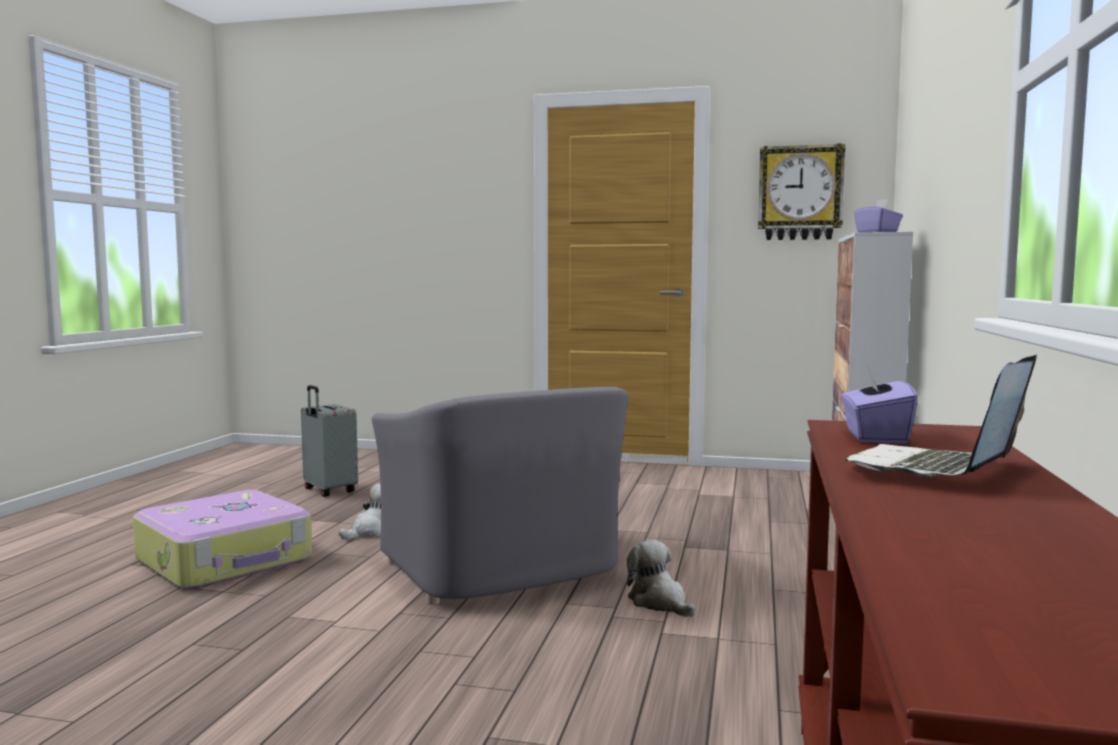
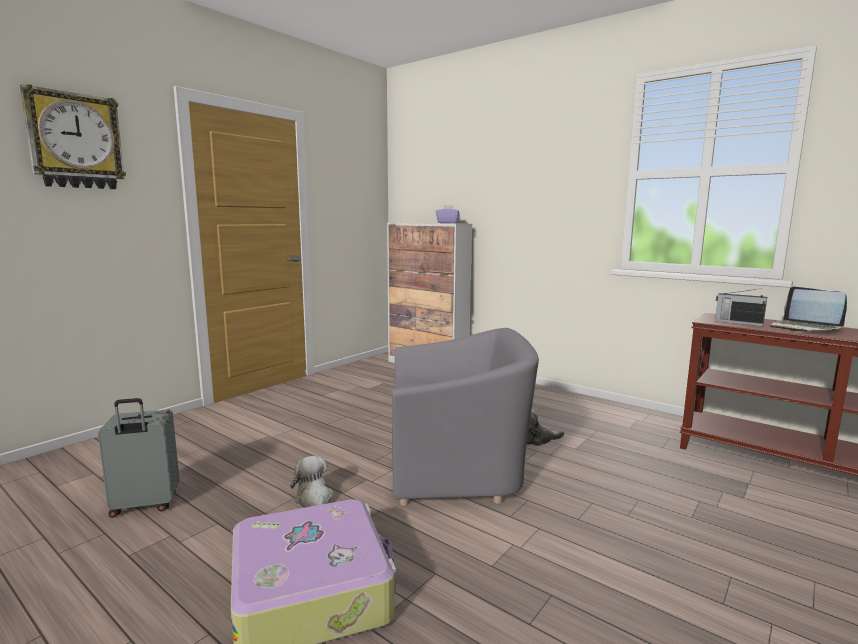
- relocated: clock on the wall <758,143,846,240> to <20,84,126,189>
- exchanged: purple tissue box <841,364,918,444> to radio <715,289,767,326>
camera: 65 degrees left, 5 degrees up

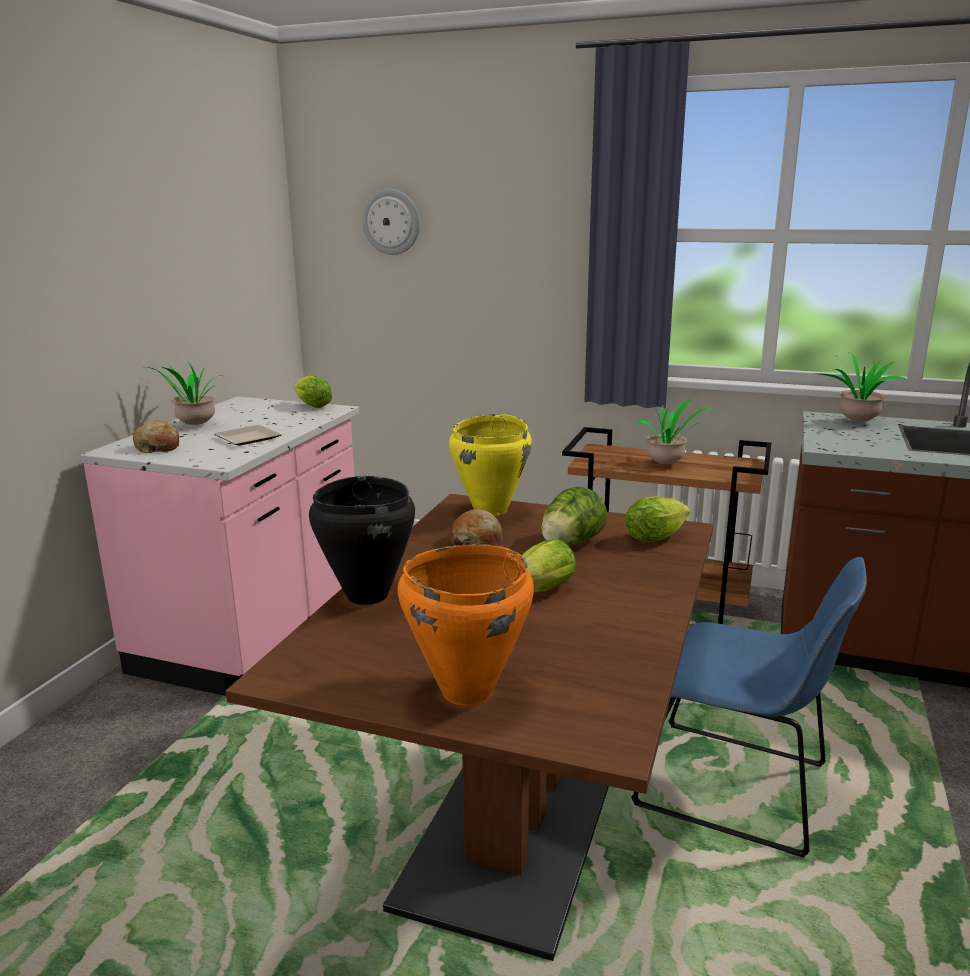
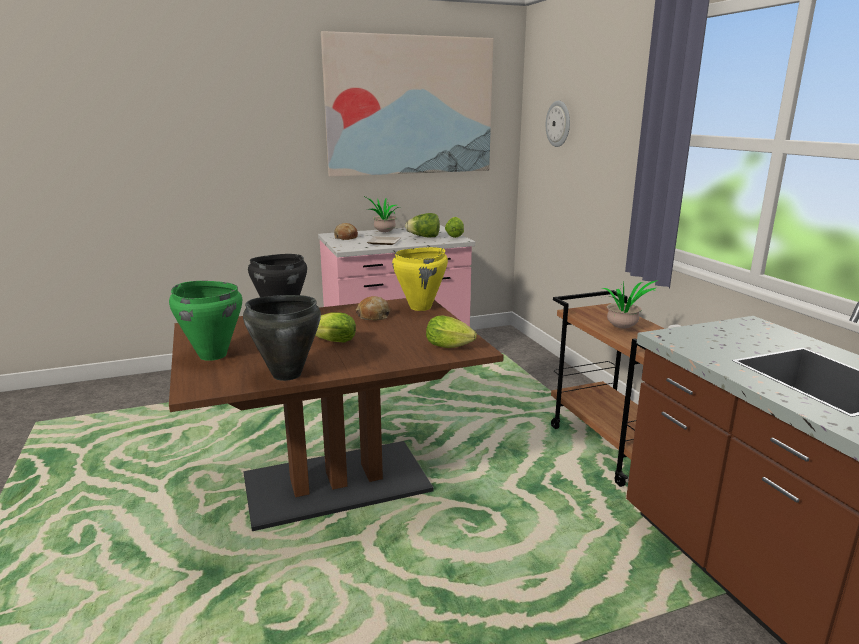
- missing: plant in a pot <821,352,907,422>
- relocated: lettuce <541,487,607,546> to <405,213,440,238>
- colour: orangey cooking pot <397,544,534,706> to green cooking pot <169,281,242,361>
- missing: bluish upright chair <631,557,867,857>
- appeared: picture <321,31,493,177>
- appeared: blackish cooking pot <243,295,321,381>
camera: 50 degrees right, 0 degrees up

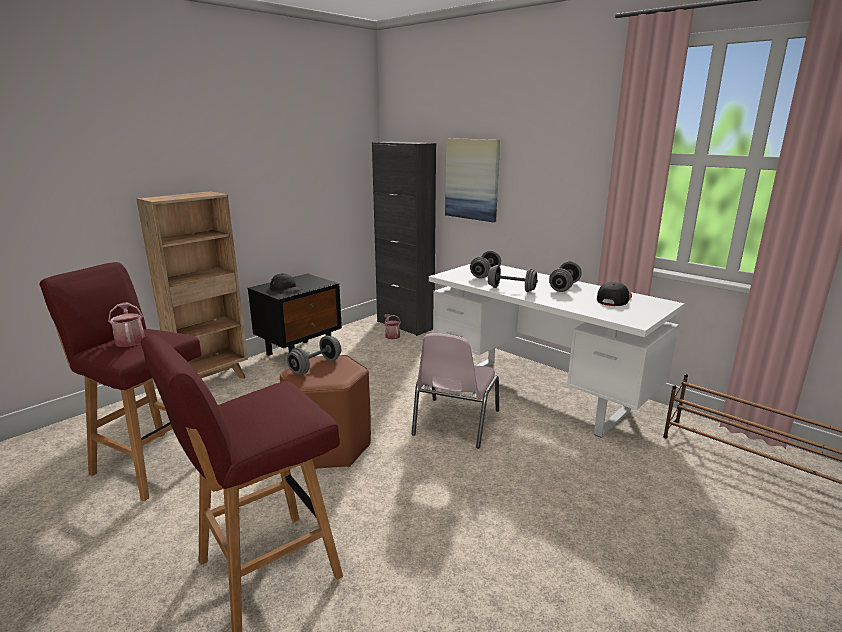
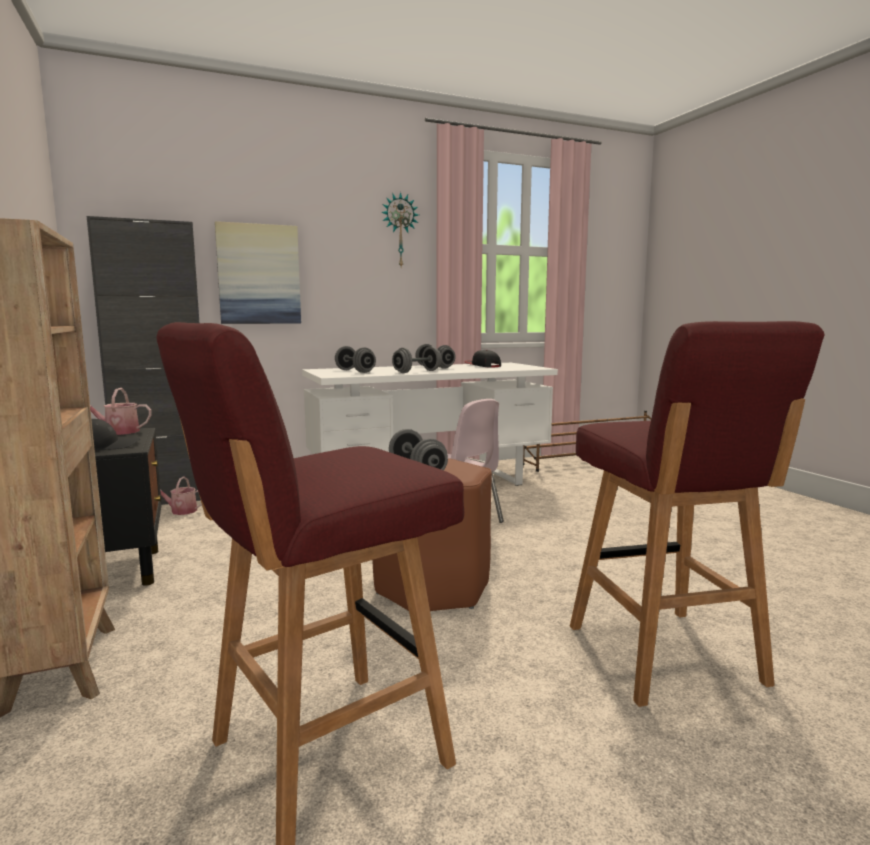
- relocated: watering pot <108,302,145,347> to <90,388,152,435>
- appeared: clock on the wall <381,192,419,267>
camera: 65 degrees left, 10 degrees down

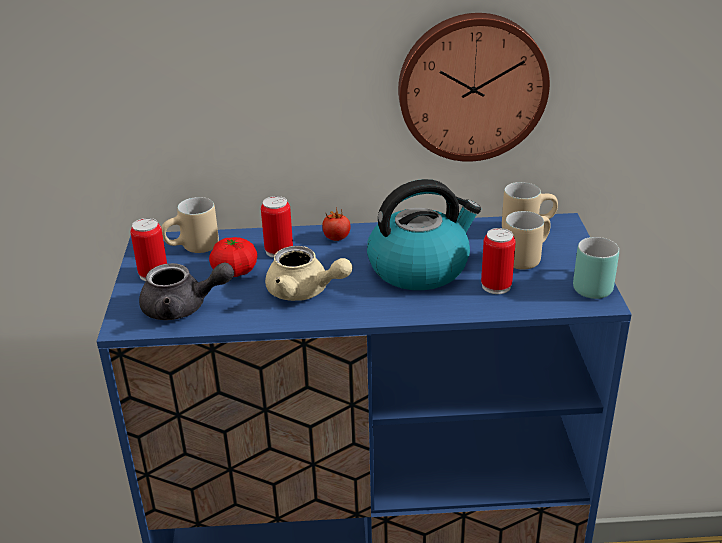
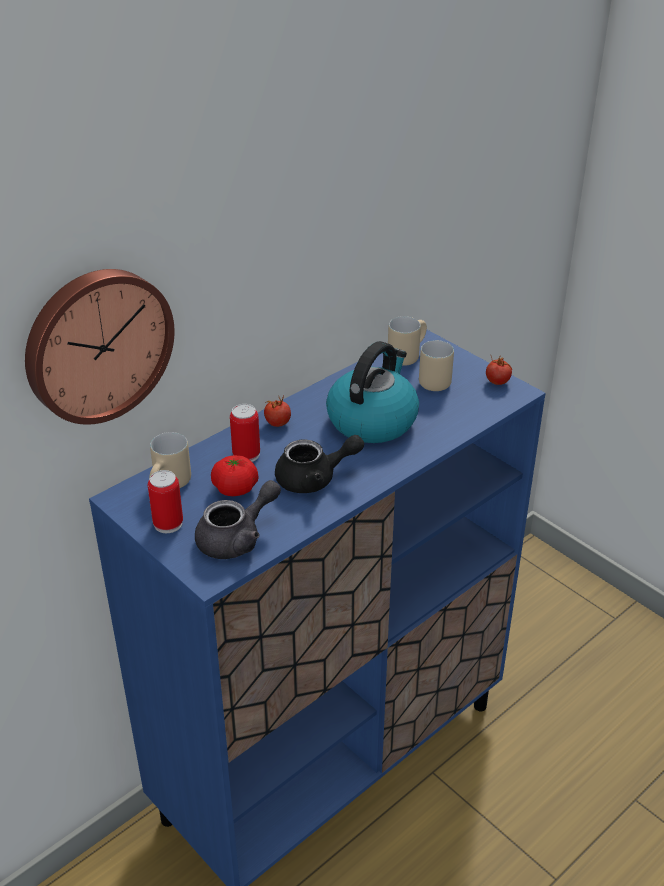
- relocated: clock on the wall <398,13,550,162> to <25,269,175,425>
- missing: metal can <481,228,516,294>
- exchanged: turquoise mug <573,237,619,299> to tomato <486,355,512,385>
- colour: beige pot for tea <265,246,352,301> to blackish pot for tea <275,435,364,493>
camera: 40 degrees left, 5 degrees up

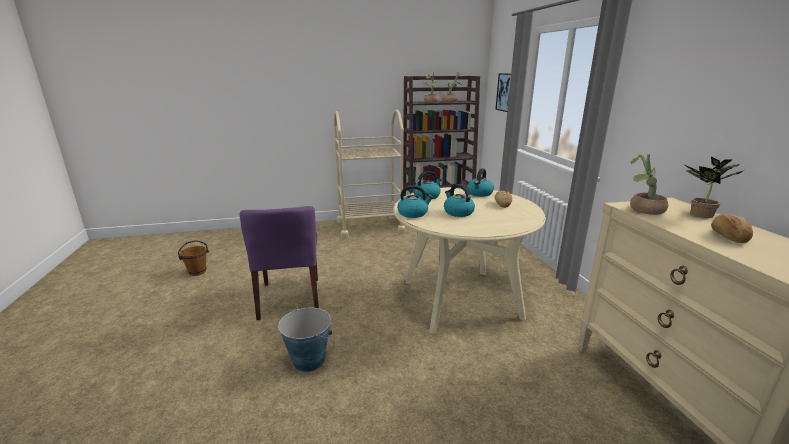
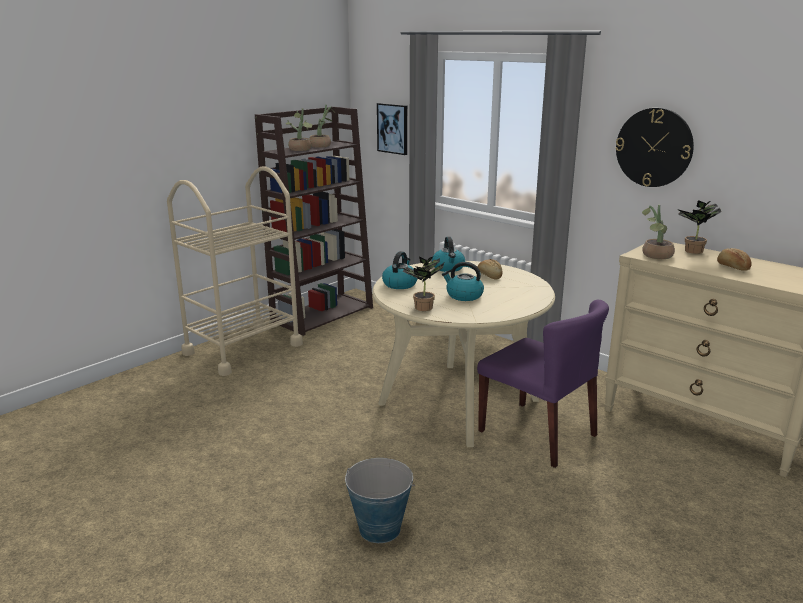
- exchanged: kettle <397,185,433,218> to plant in a pot <402,256,444,311>
- relocated: purple upright chair <239,206,319,320> to <477,300,609,468>
- missing: brown-coloured bucket <178,240,209,276>
- appeared: clock on the wall <615,108,694,187>
camera: 35 degrees left, 0 degrees up

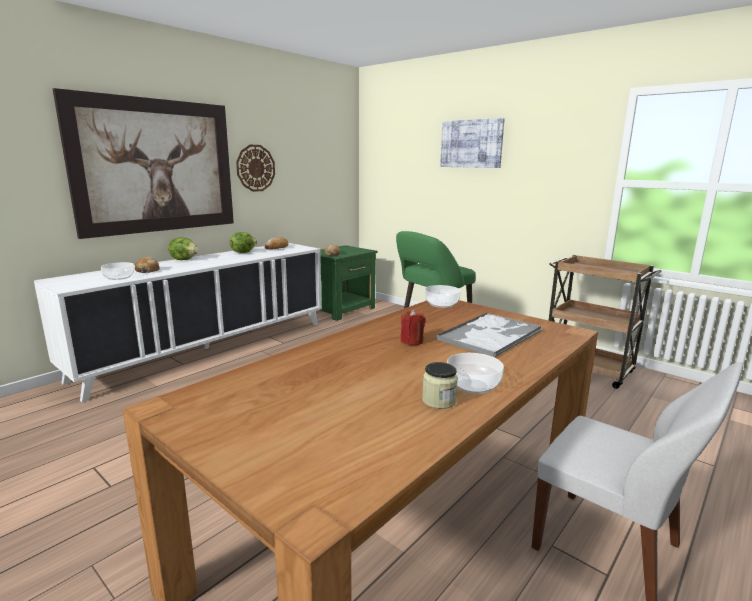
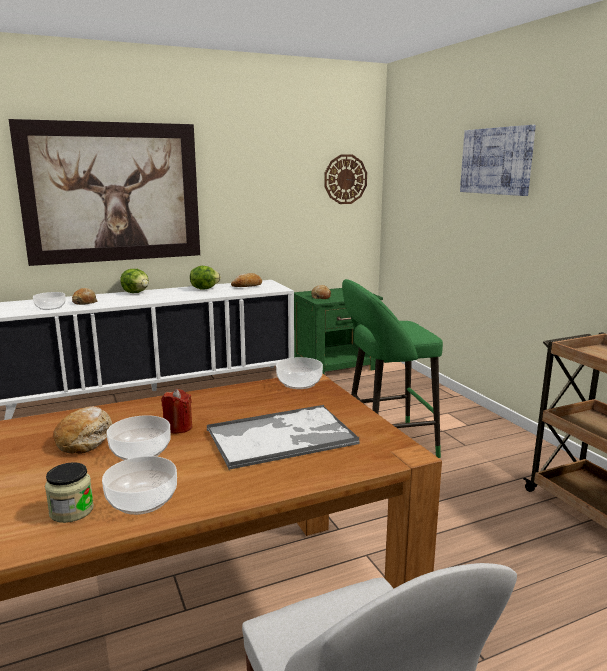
- relocated: clock on the wall <236,145,275,192> to <324,154,367,204>
- appeared: bakery bread <53,406,112,454>
- appeared: deep dish <107,415,171,460>
camera: 25 degrees right, 0 degrees up

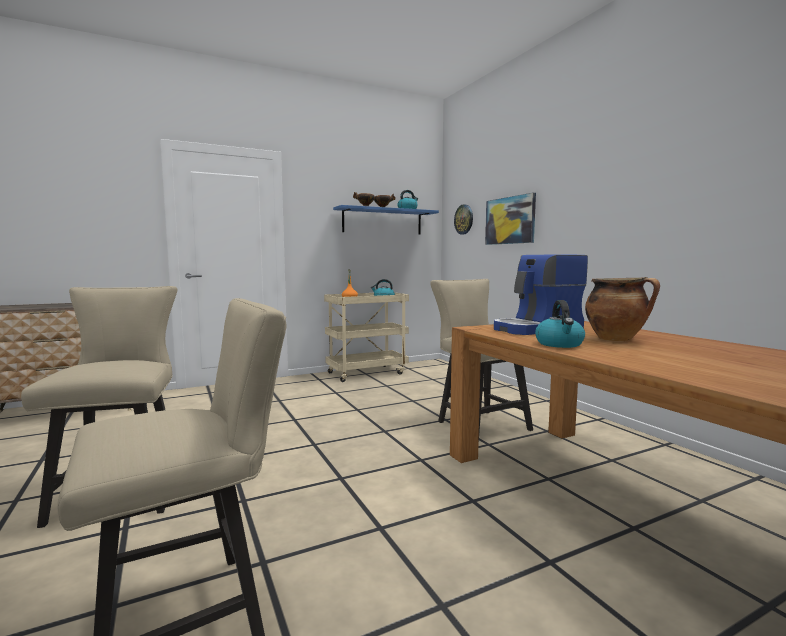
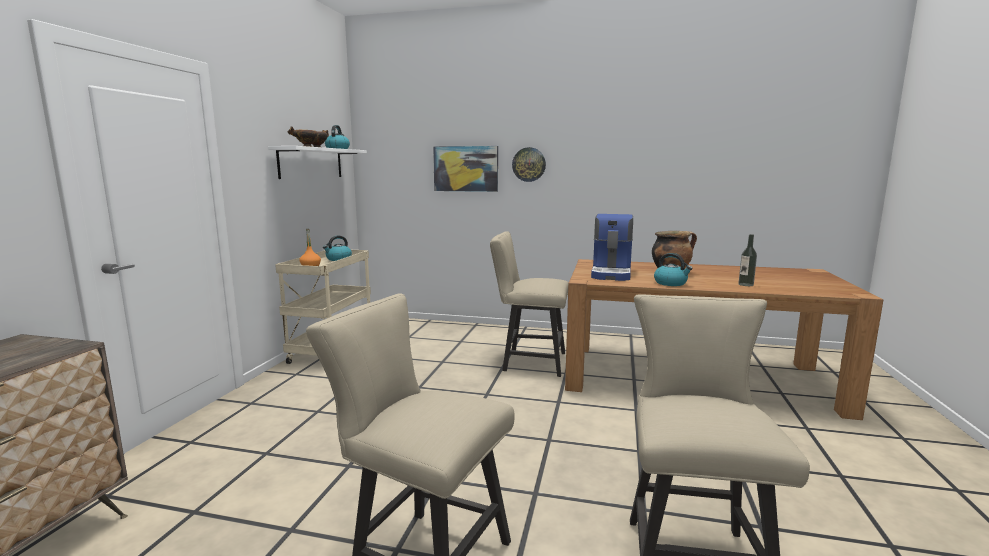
- relocated: clock on the wall <454,204,473,235> to <512,147,546,182>
- colour: bluish bracket shelf <333,205,439,235> to white bracket shelf <268,146,367,179>
- appeared: drink bottle <738,234,757,286>
camera: 50 degrees left, 5 degrees up

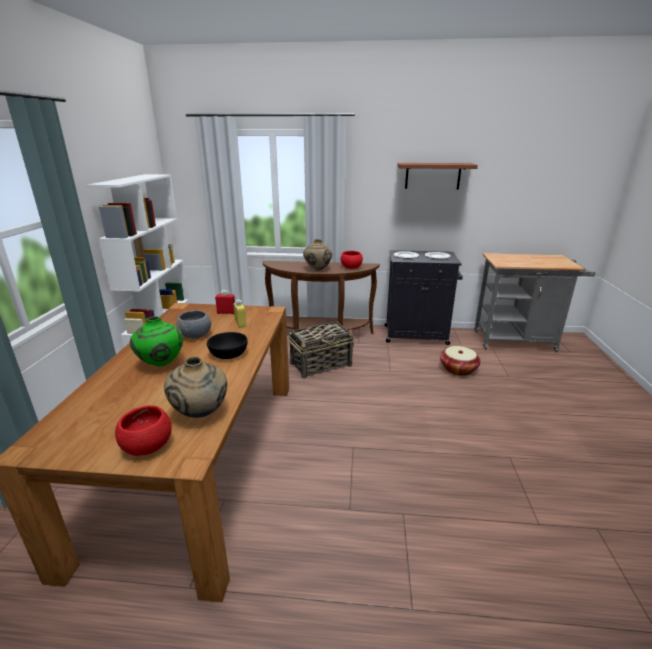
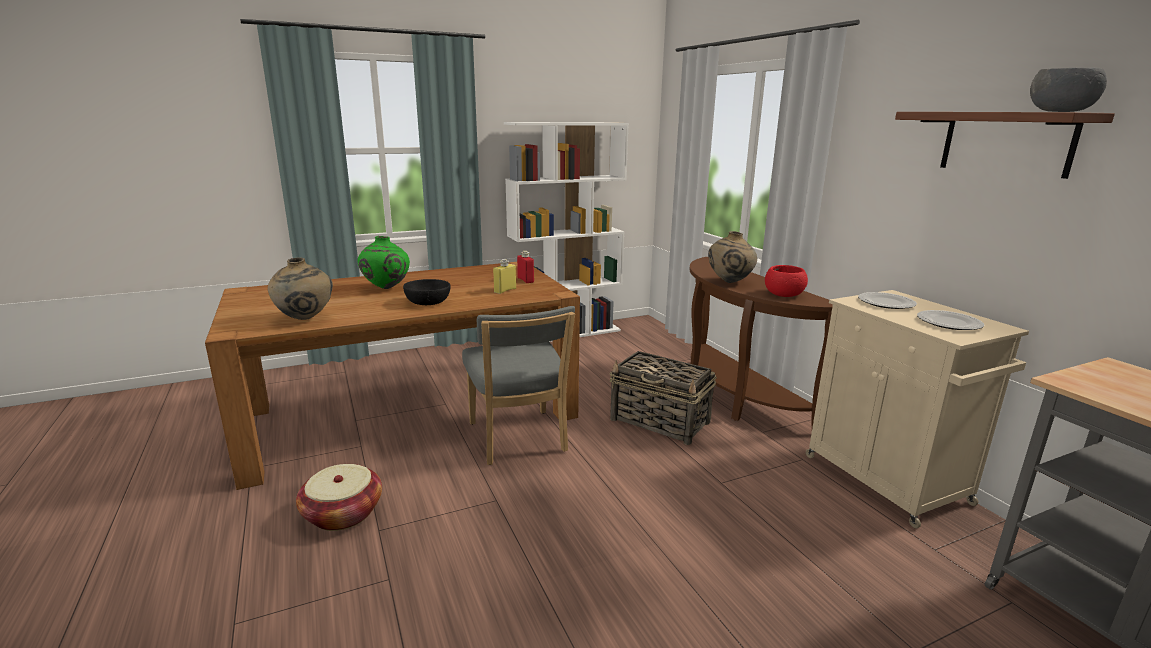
- colour: blackish cupboard <384,250,463,345> to beige cupboard <806,290,1029,528>
- relocated: grey deep dish <177,310,211,338> to <1030,68,1107,112>
- relocated: household basket <440,346,481,376> to <296,464,382,531>
- missing: reddish deep dish <115,405,172,456>
- appeared: grey upright chair <462,306,575,465>
camera: 60 degrees right, 5 degrees down

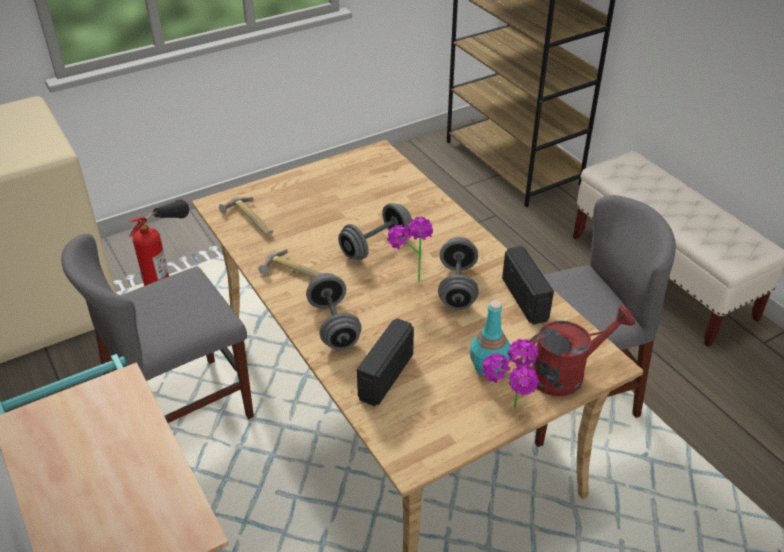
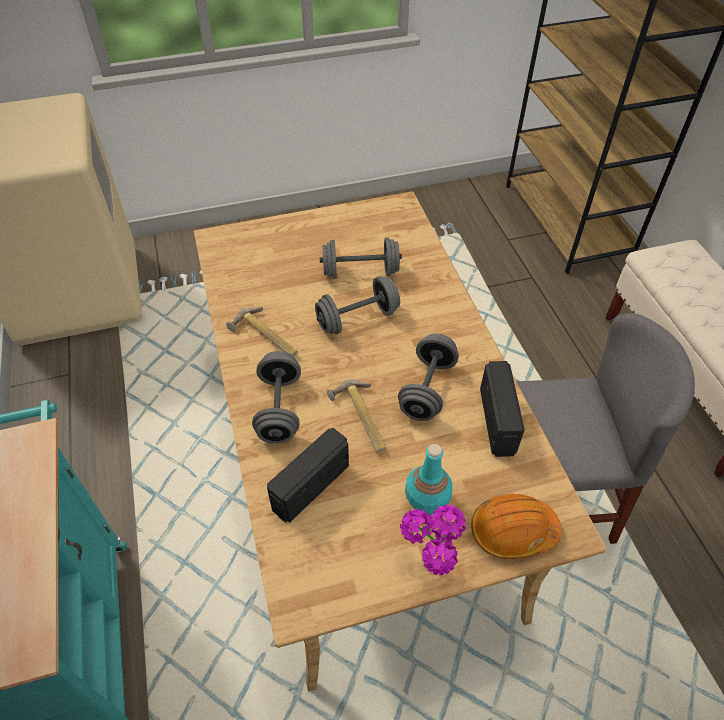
- relocated: tool hammer <219,196,273,236> to <327,379,386,453>
- missing: fire extinguisher <129,200,189,286>
- missing: plant in a pot <387,217,433,282>
- missing: grey upright chair <61,234,254,423>
- exchanged: reddish watering pot <527,306,635,396> to orangey safety helmet <471,494,562,559>
- appeared: grey dumbbell <320,238,402,279>
camera: 15 degrees right, 10 degrees up

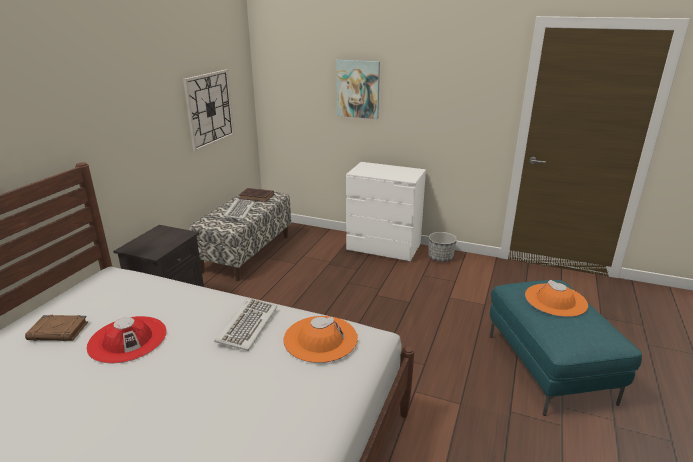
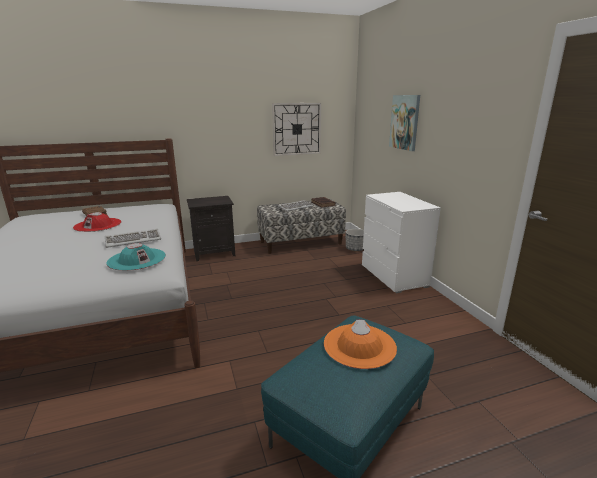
- relocated: planter <428,232,457,262> to <345,229,364,251>
- colour: orangey hat <283,316,358,363> to turquoise hat <107,243,166,271>
camera: 50 degrees right, 5 degrees down

